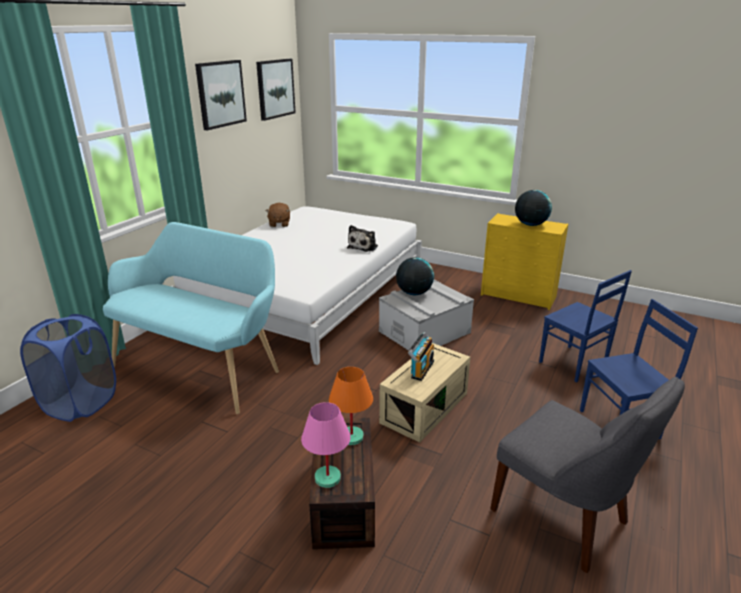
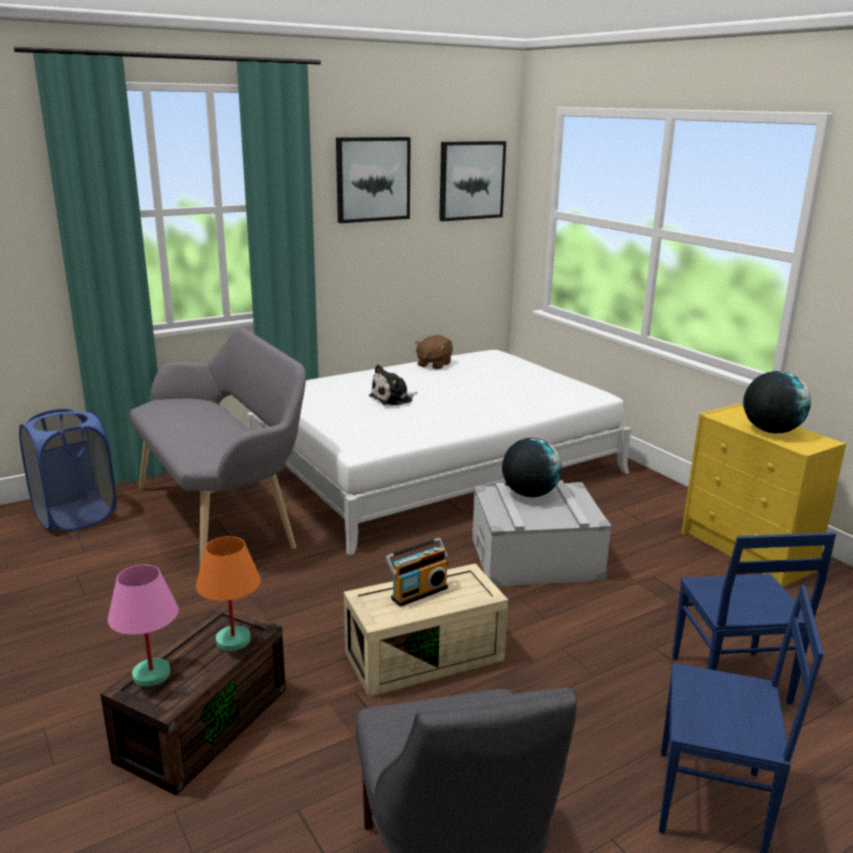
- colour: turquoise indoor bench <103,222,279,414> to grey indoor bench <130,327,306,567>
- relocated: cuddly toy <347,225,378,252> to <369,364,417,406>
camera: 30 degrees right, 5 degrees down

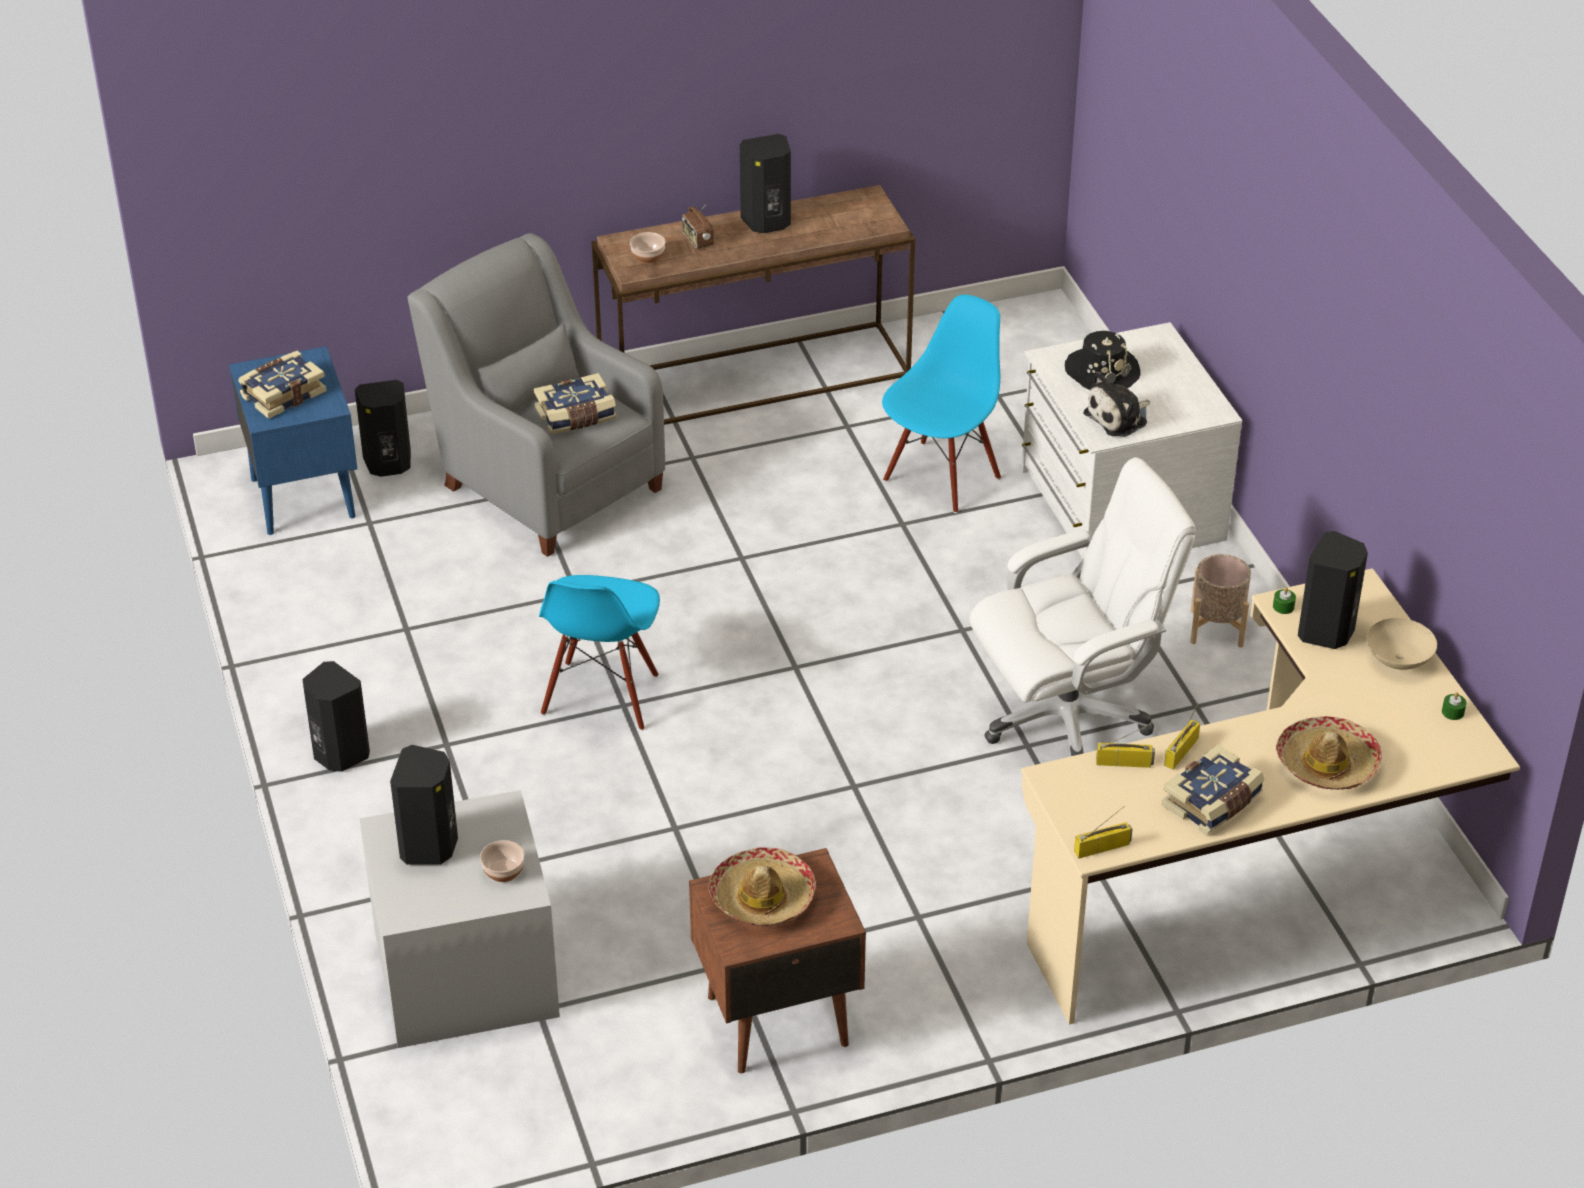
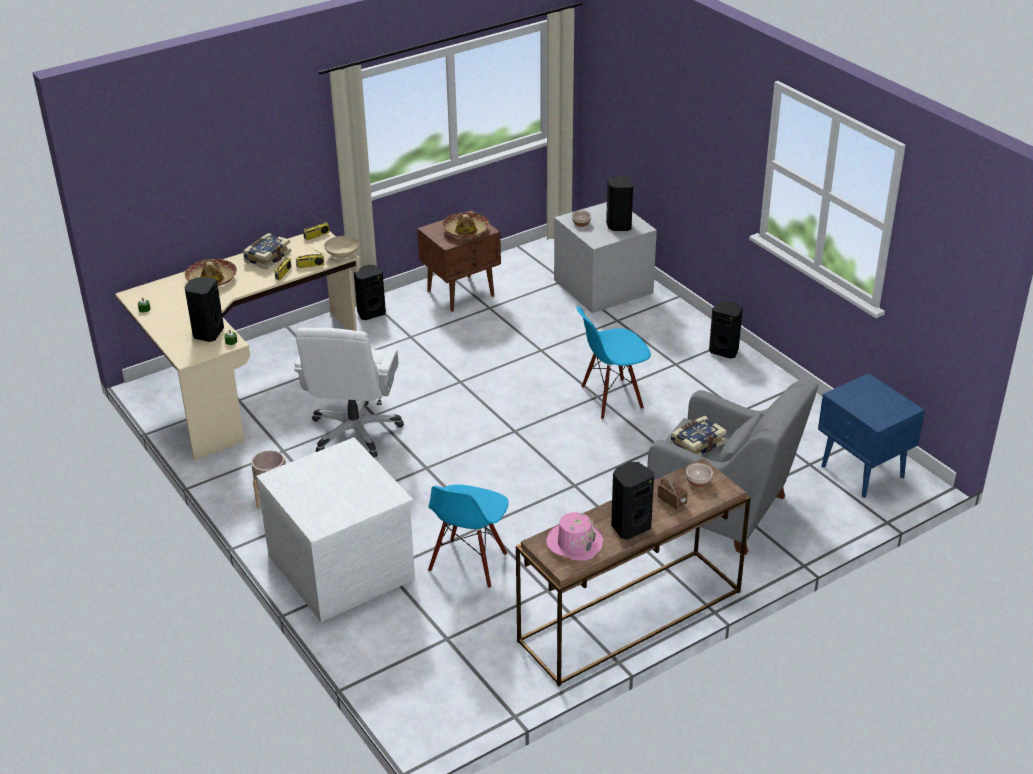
- missing: blackish hat <1065,331,1141,390>
- missing: bound book <238,351,327,419>
- missing: cuddly toy <1083,372,1150,437>
- relocated: blackish loudspeaker <355,380,411,477> to <354,265,386,320>
- spun: white office chair <969,457,1196,756> = <294,328,404,457> 45 degrees counterclockwise
- spun: bluish upright chair <539,575,660,731> = <577,306,651,420> 105 degrees counterclockwise
- relocated: beige deep dish <1367,618,1437,670> to <324,236,359,259>
- appeared: pink-coloured hat <546,512,603,560>
camera: 165 degrees right, 5 degrees down

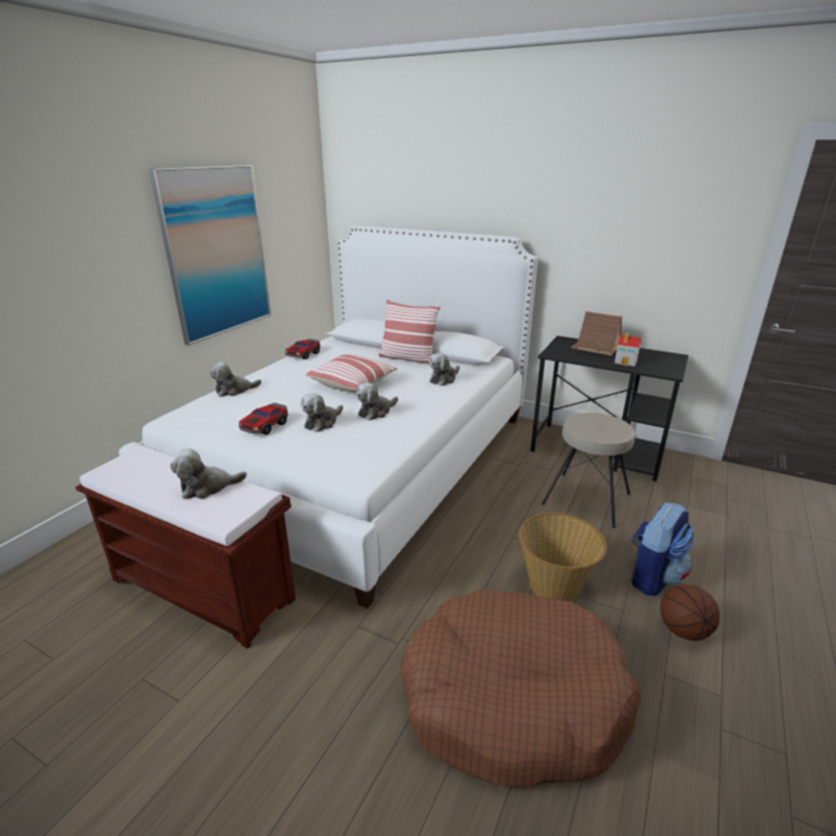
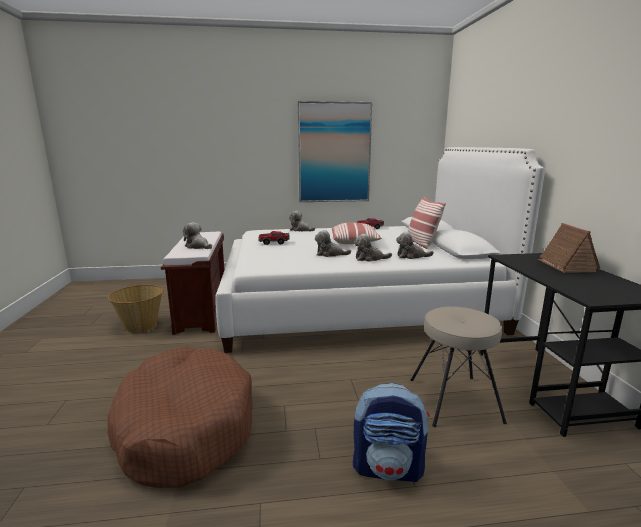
- missing: miniature house <614,333,641,366>
- relocated: cuddly toy <301,393,343,432> to <354,234,392,262>
- relocated: household basket <519,513,607,602> to <108,285,164,333>
- missing: basketball ball <660,584,720,641>
camera: 55 degrees right, 10 degrees down

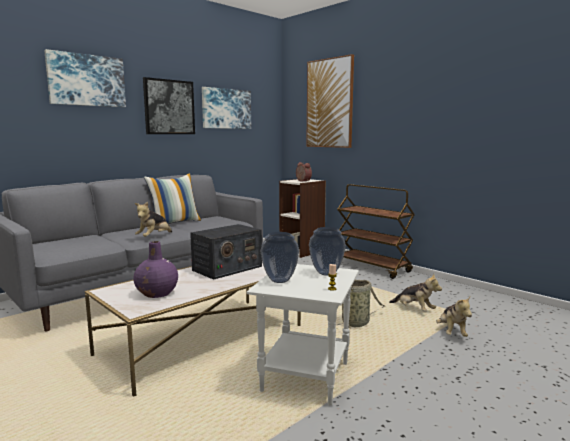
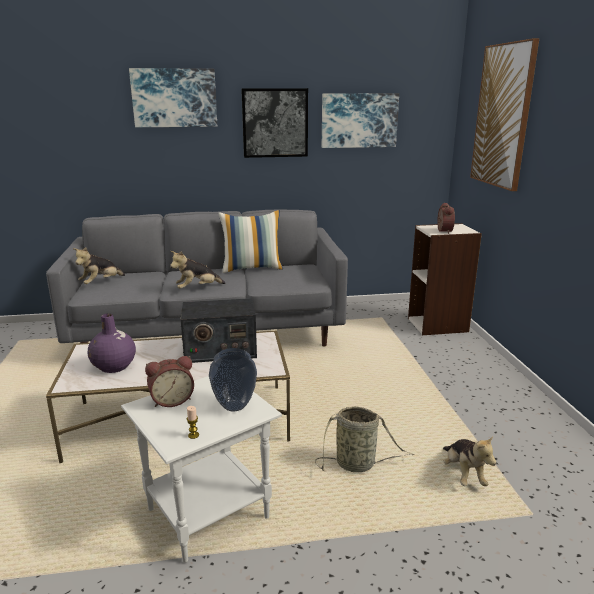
- missing: brown-coloured cart <337,184,415,279>
- exchanged: decorative vase <261,232,299,283> to alarm clock <145,356,194,407>
- relocated: cuddly toy <436,297,472,337> to <73,247,125,284>
camera: 35 degrees right, 10 degrees up

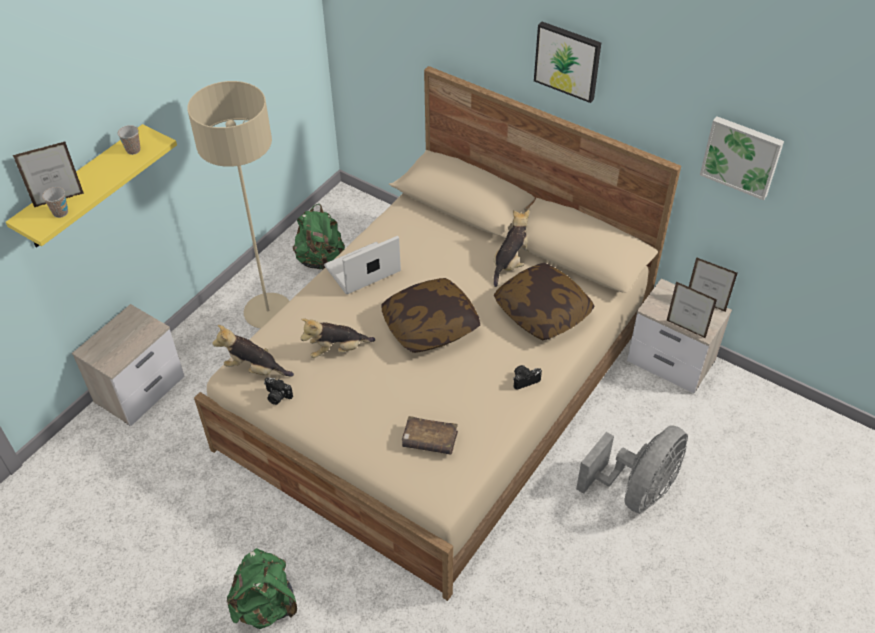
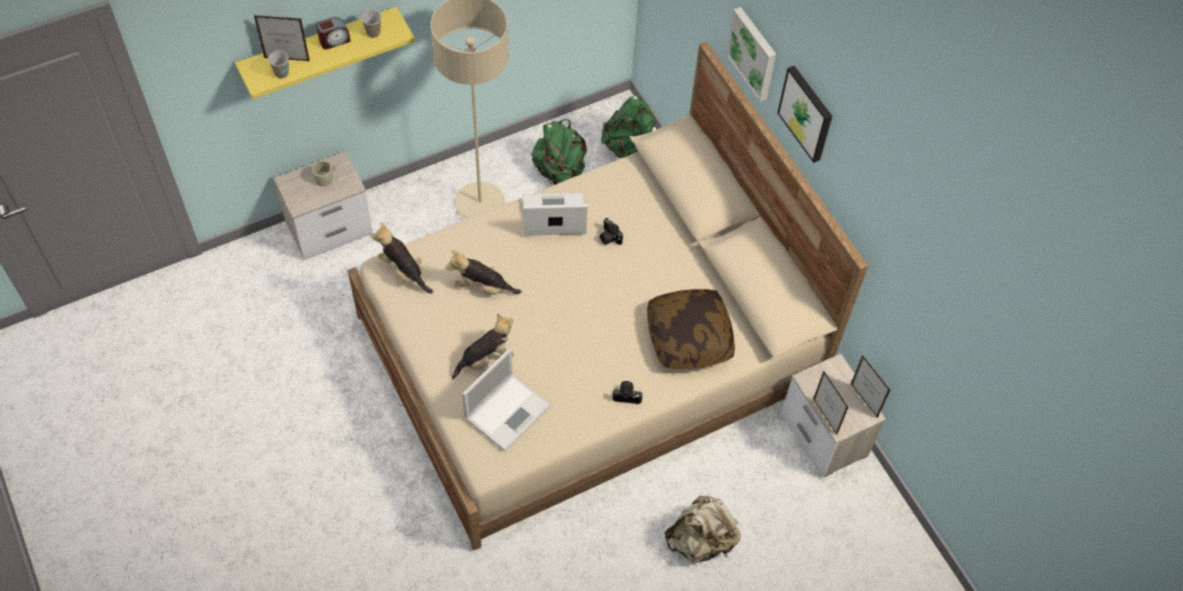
- relocated: picture <700,116,784,200> to <726,7,776,102>
- relocated: cuddly toy <494,210,530,287> to <452,314,514,379>
- missing: pillow <382,278,480,353>
- relocated: photo camera <264,377,293,405> to <600,218,623,245>
- exchanged: brown-coloured bound book <402,416,458,455> to portable computer <462,348,550,451>
- exchanged: grey cooling fan <576,425,688,514> to beige backpack <665,496,741,562>
- relocated: green backpack <227,548,297,629> to <601,96,656,158>
- appeared: alarm clock <316,17,351,49>
- appeared: beige mug <312,161,335,187>
camera: 25 degrees right, 10 degrees up

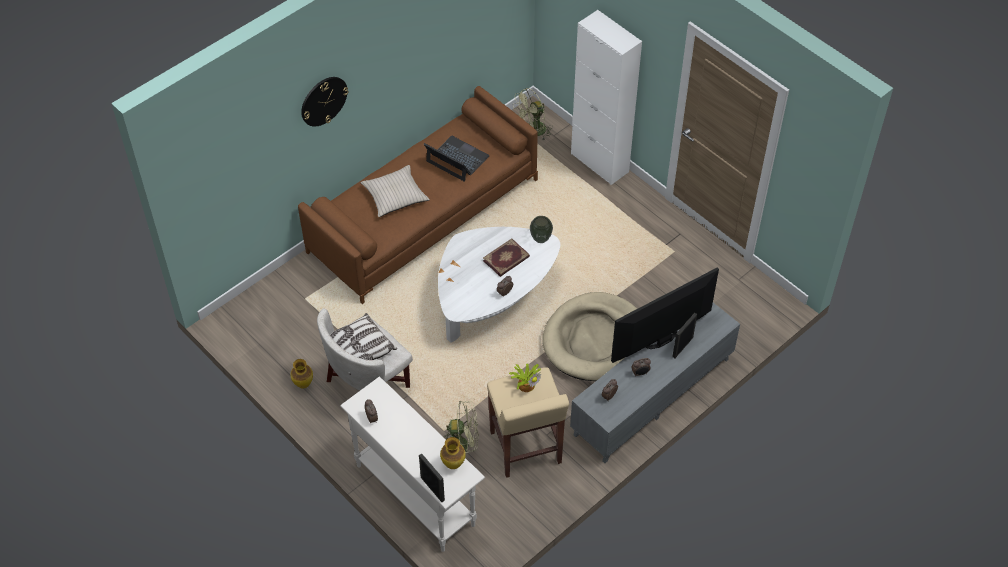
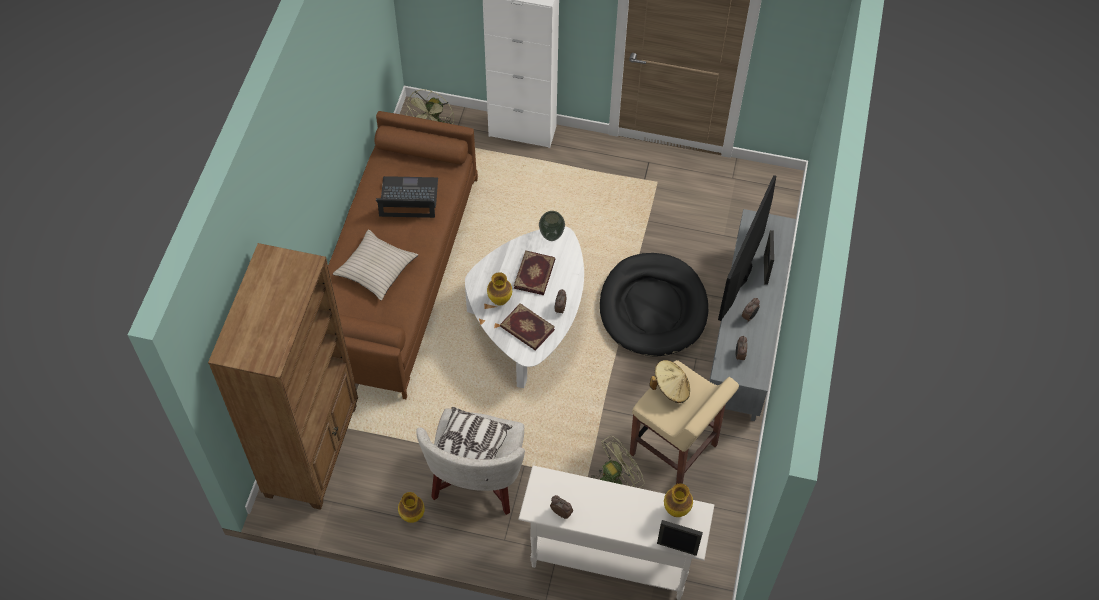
- missing: clock on the wall <301,77,348,127>
- colour: beige pet bed <542,292,637,381> to blackish pet bed <600,253,708,357>
- exchanged: plant in a pot <508,363,541,392> to beige hat <649,360,690,403>
- appeared: brown-coloured bookcase <208,243,358,510>
- appeared: decorative vase <487,272,512,306>
- appeared: bound book <500,303,555,351>
camera: 35 degrees left, 5 degrees up

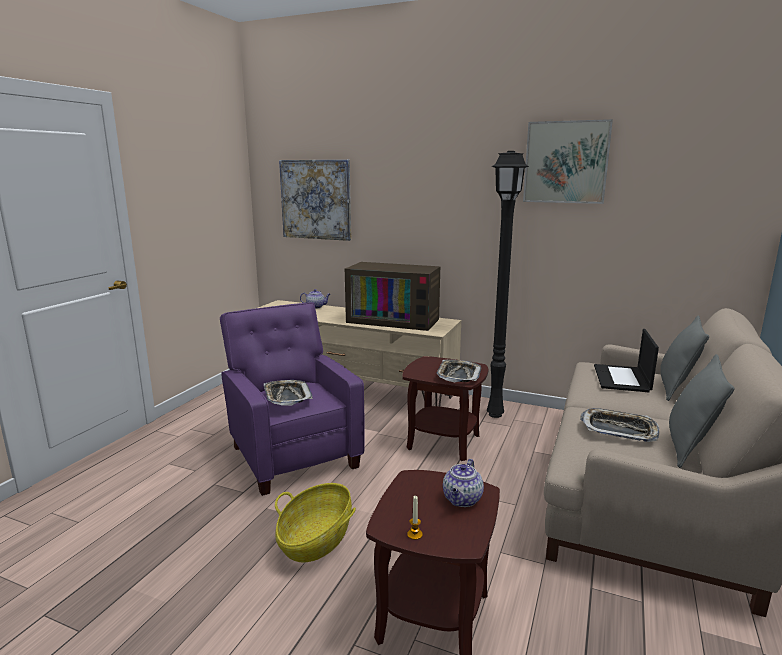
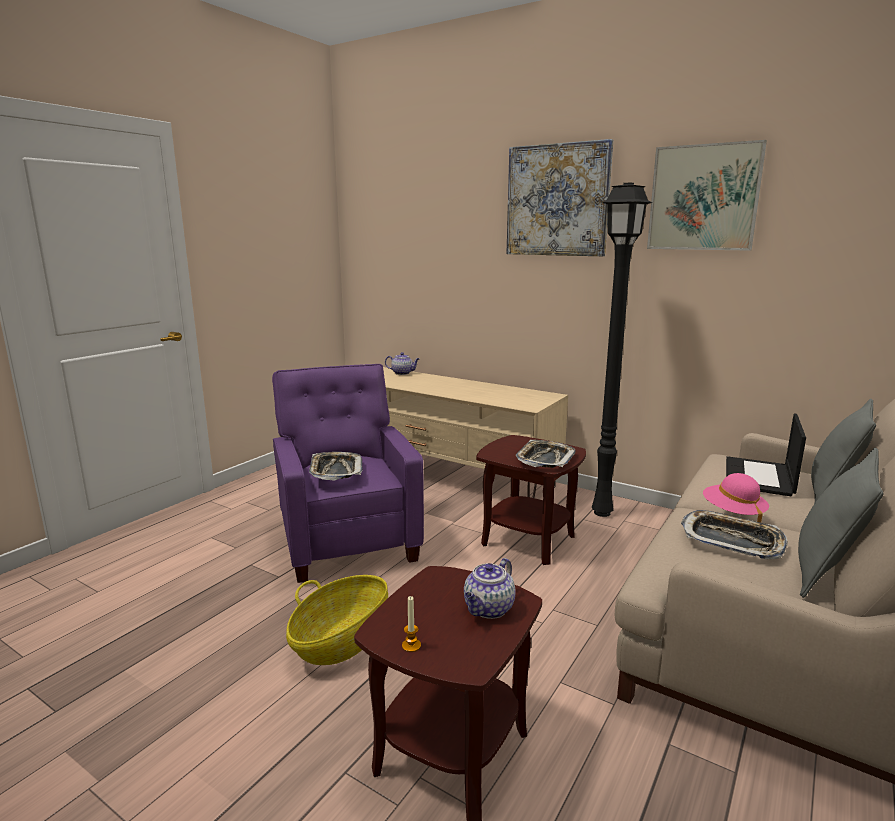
- relocated: picture <279,160,351,241> to <506,139,613,256>
- missing: television <345,262,440,331>
- appeared: pink-coloured hat <703,473,769,523>
camera: 10 degrees right, 0 degrees up

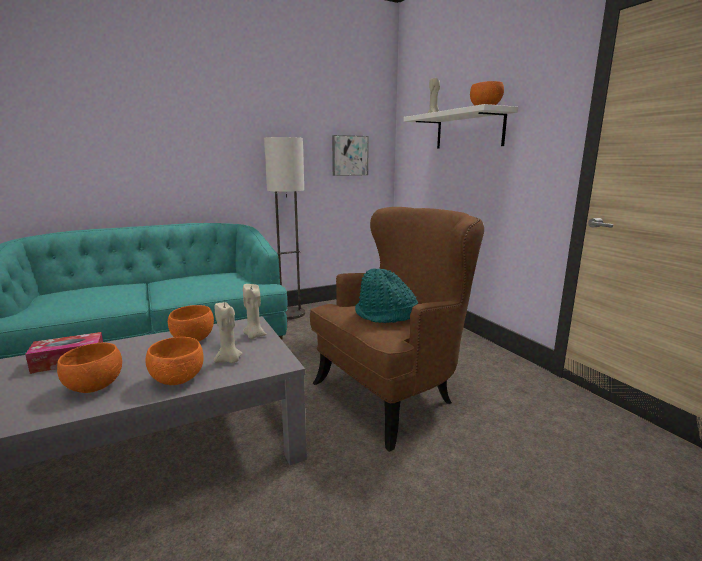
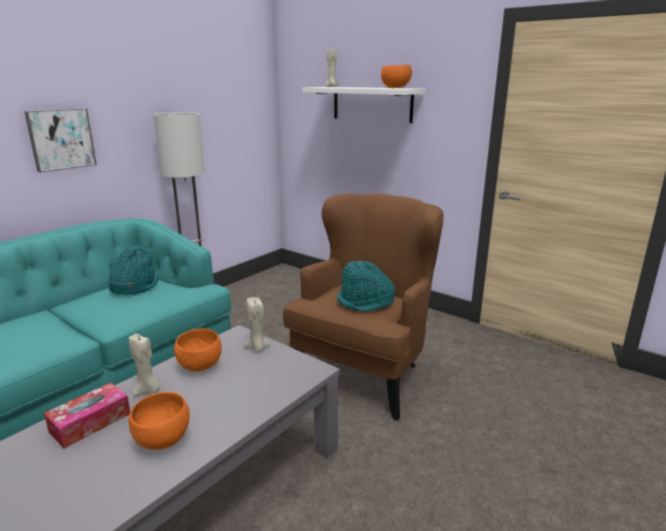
- relocated: picture <332,135,369,176> to <24,108,97,172>
- relocated: beige wax light <214,302,242,363> to <129,334,160,396>
- missing: orangey deep dish <145,337,203,385>
- appeared: turquoise hat <108,245,159,295>
camera: 25 degrees left, 5 degrees up

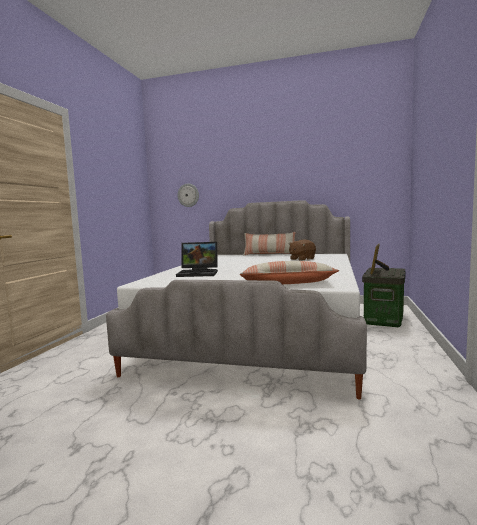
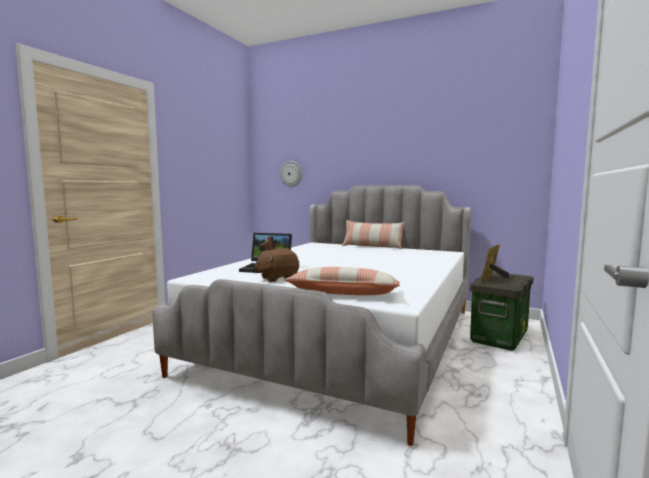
- relocated: brown-coloured cuddly toy <289,239,316,261> to <254,248,299,282>
camera: 10 degrees right, 0 degrees up

